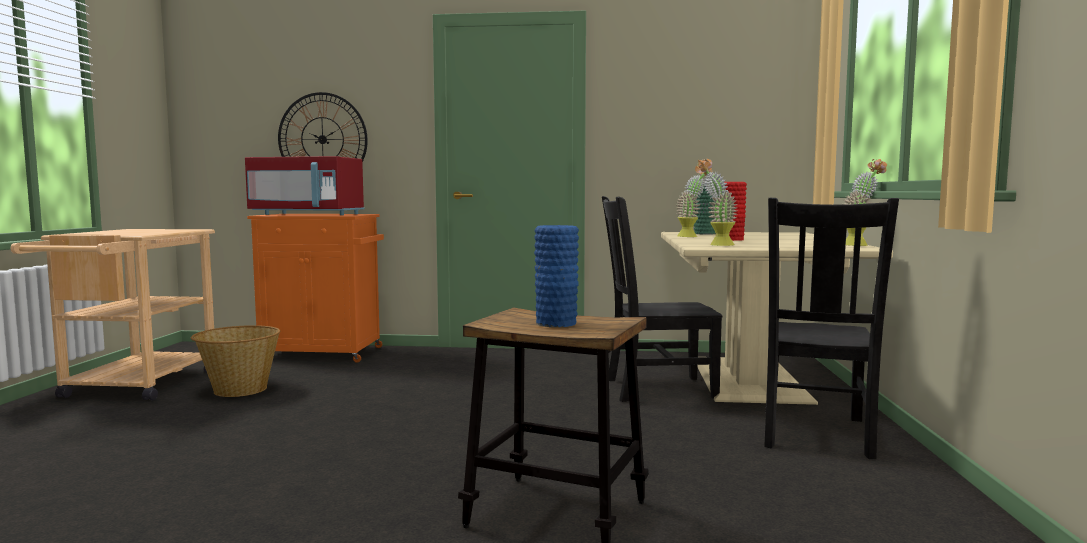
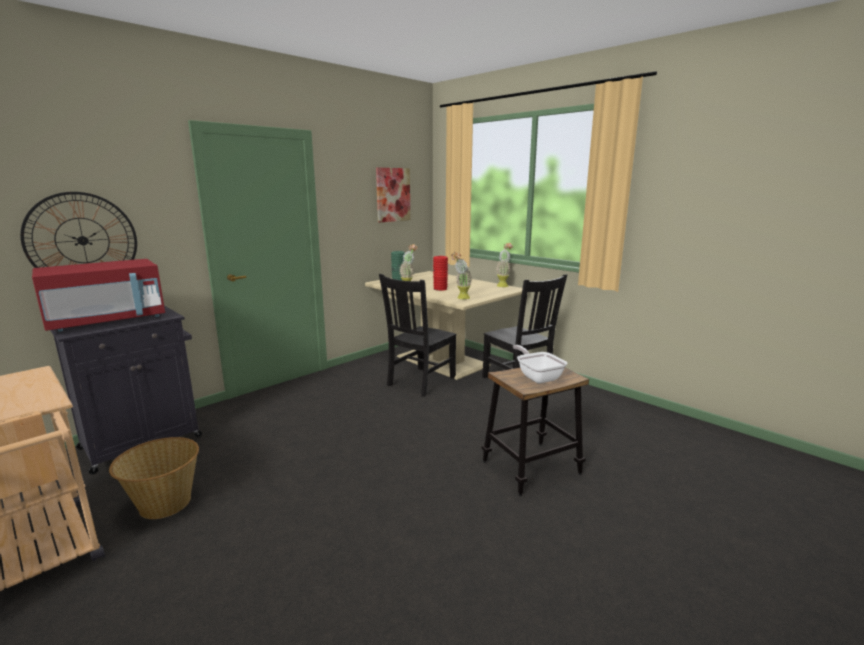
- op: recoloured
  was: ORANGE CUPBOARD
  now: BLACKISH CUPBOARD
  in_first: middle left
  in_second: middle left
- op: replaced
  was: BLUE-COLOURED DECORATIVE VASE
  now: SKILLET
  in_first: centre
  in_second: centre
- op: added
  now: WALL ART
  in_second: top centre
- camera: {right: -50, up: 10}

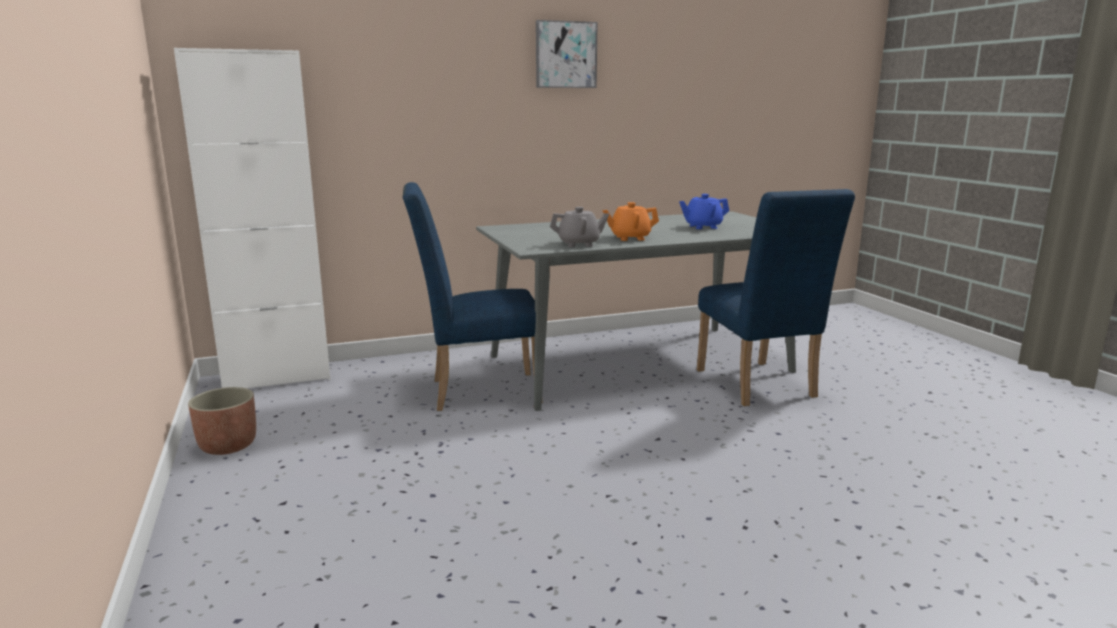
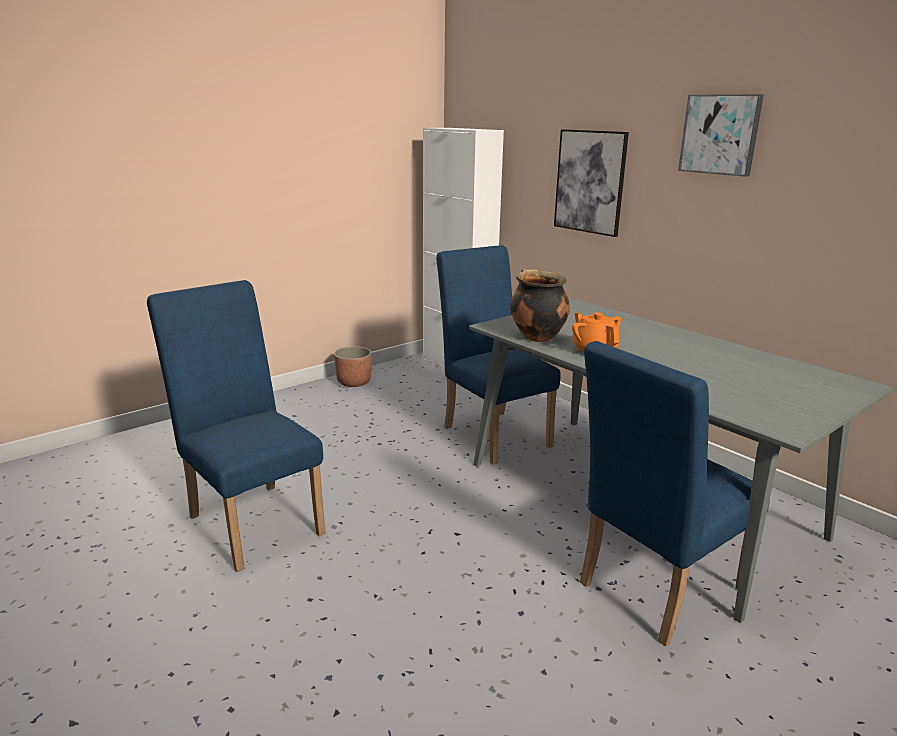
- op: removed
  was: BLUE-COLOURED TEAPOT
  in_first: centre
- op: replaced
  was: GREY TEAPOT
  now: STOCKPOT
  in_first: centre
  in_second: centre
- op: added
  now: WALL ART (1st from left)
  in_second: top centre
- op: added
  now: BLUE-COLOURED PLAIN CHAIR (1st from left)
  in_second: middle left
- camera: {right: 70, up: 5}

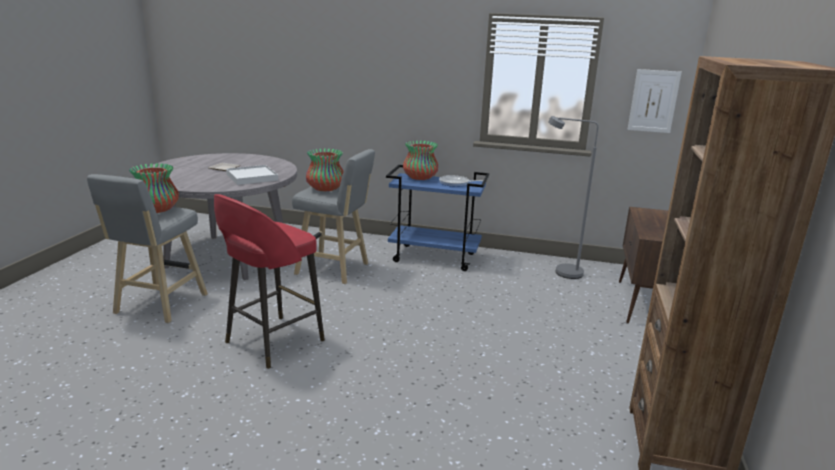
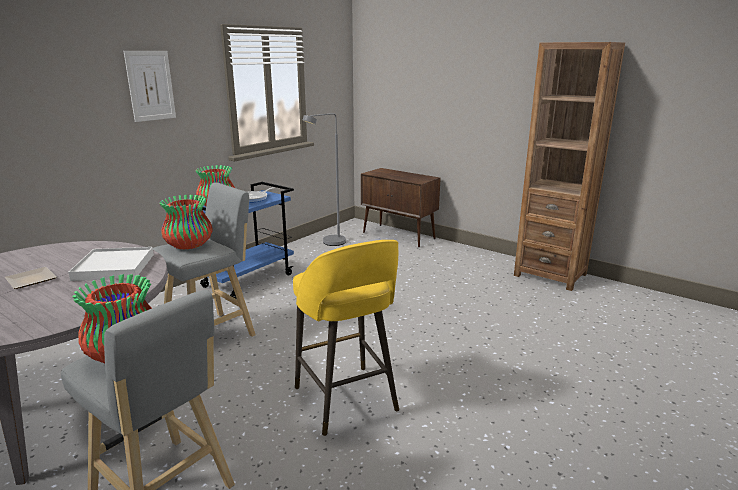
- op: moved
  was: WALL ART
  in_first: top right
  in_second: top left
- op: recoloured
  was: RED STOOL SEAT
  now: YELLOW-COLOURED STOOL SEAT
  in_first: middle left
  in_second: bottom centre
- camera: {right: -65, up: 0}

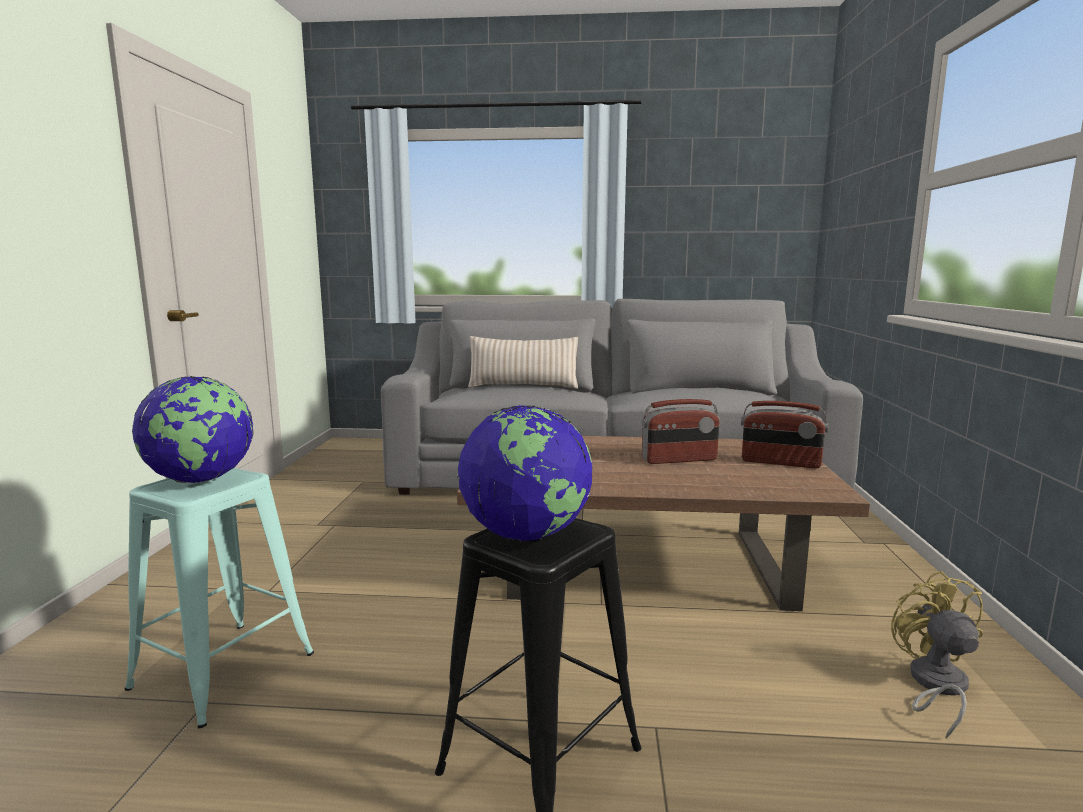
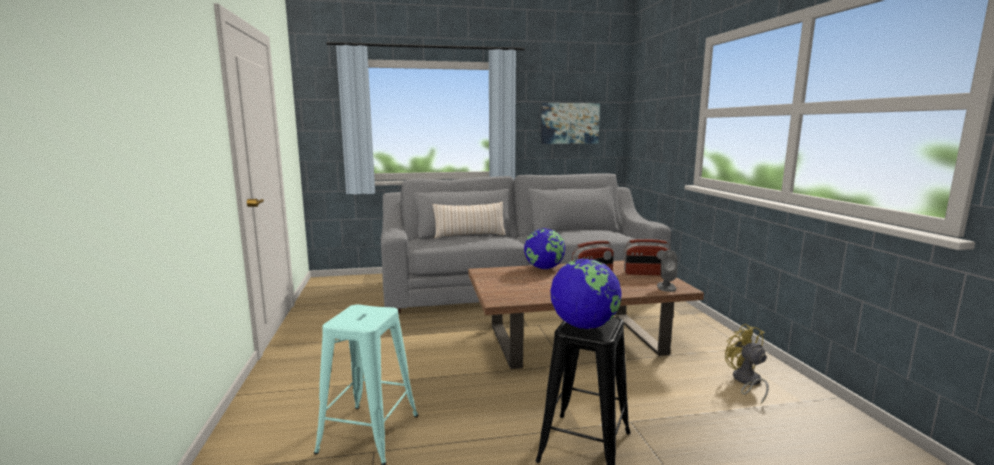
- op: moved
  was: WORLD GLOBE (1st from left)
  in_first: middle left
  in_second: centre
- op: added
  now: WALL ART
  in_second: top centre
- op: added
  now: GREY AUDIO SPEAKER
  in_second: middle right
- camera: {right: -15, up: 0}

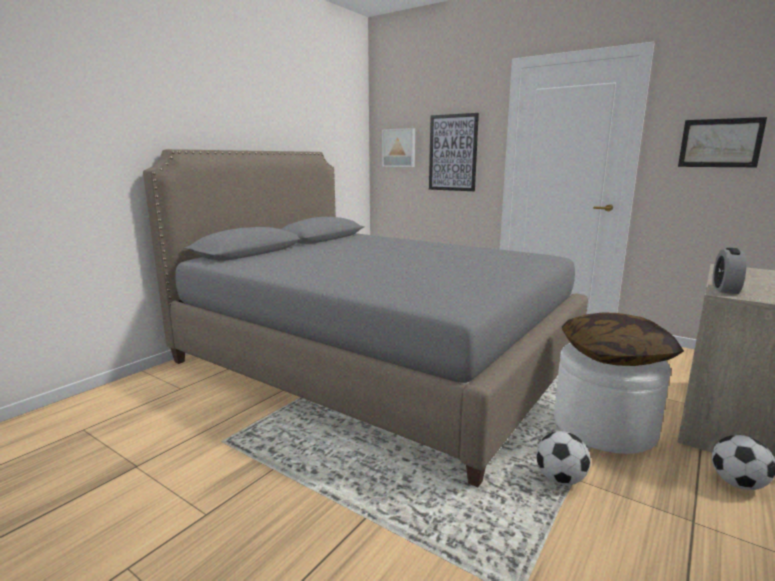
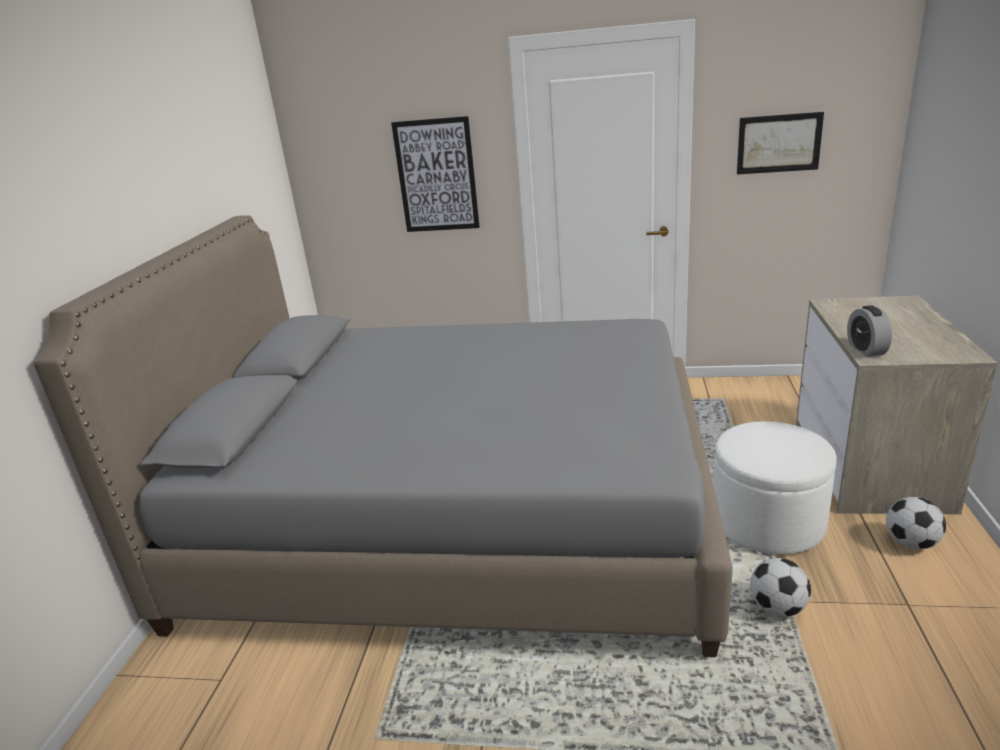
- op: removed
  was: WALL ART (1st from left)
  in_first: top centre
- op: removed
  was: PILLOW
  in_first: middle right
- camera: {right: -25, up: 10}

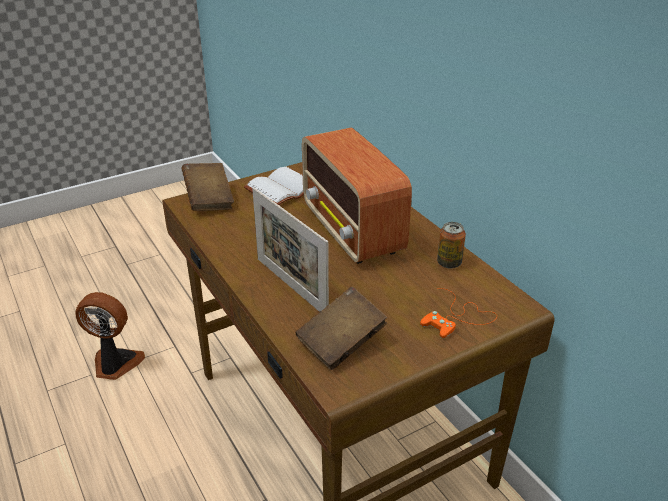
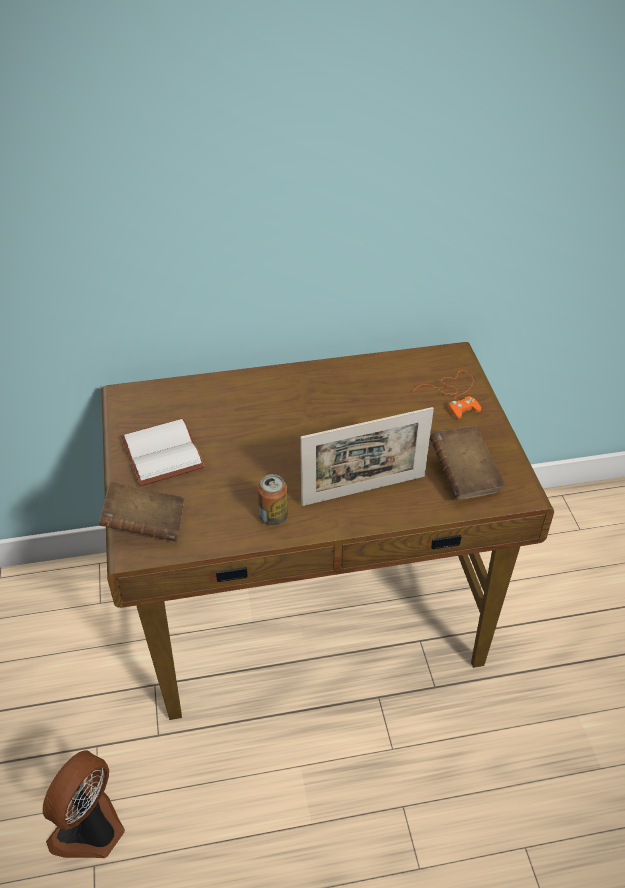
- op: removed
  was: RADIO
  in_first: centre
- op: moved
  was: METAL CAN
  in_first: middle right
  in_second: centre
- camera: {right: -70, up: 10}

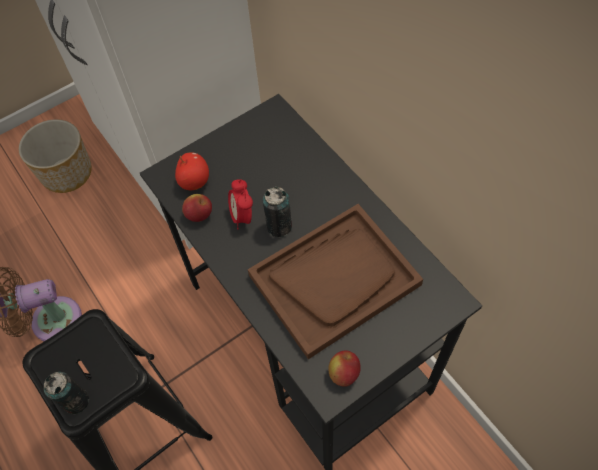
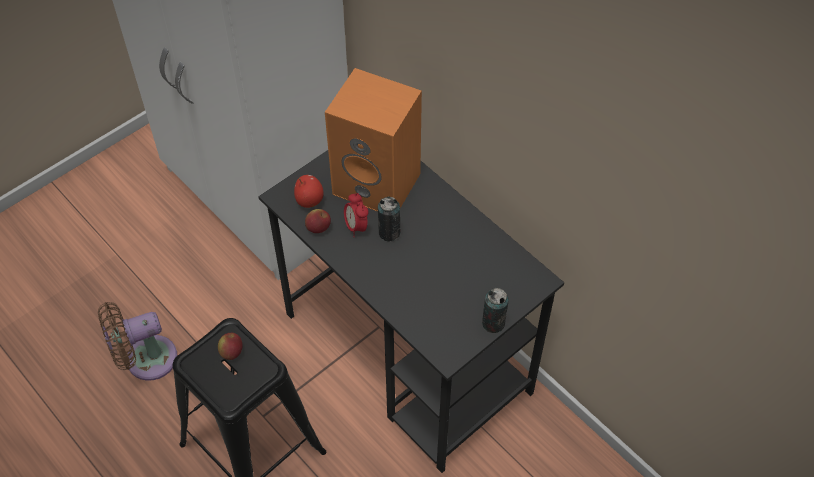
- op: removed
  was: FLOWER POT
  in_first: top left
- op: removed
  was: BROWN TRAY
  in_first: centre
- op: moved
  was: APPLE FRUIT (3rd from left in the first image)
  now: APPLE FRUIT (1st from left)
  in_first: bottom centre
  in_second: bottom left
- op: moved
  was: METAL CAN (1st from left in the first image)
  now: METAL CAN (2nd from left)
  in_first: bottom left
  in_second: centre
- op: added
  now: ORANGE AUDIO SPEAKER
  in_second: top centre
- camera: {right: -10, up: -5}

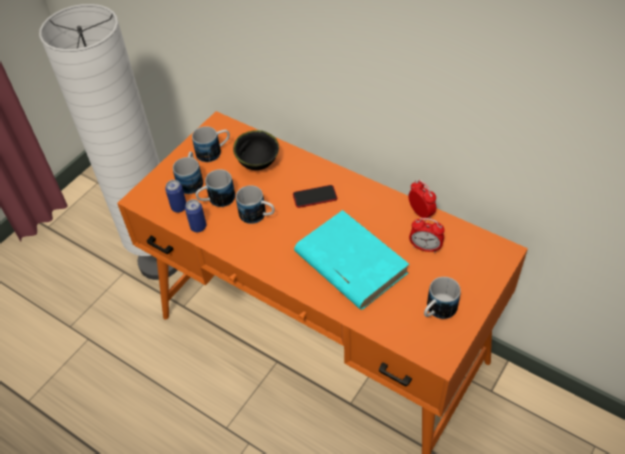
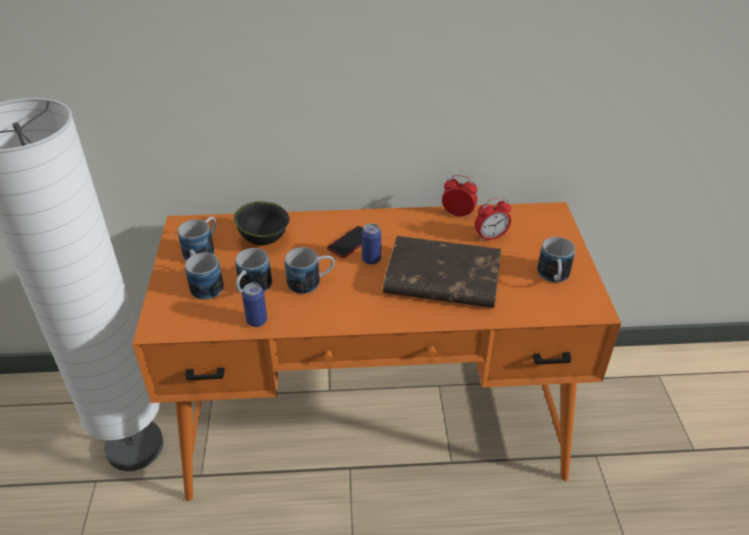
- op: moved
  was: METAL CAN (1st from left in the first image)
  now: METAL CAN (2nd from left)
  in_first: middle left
  in_second: centre
- op: recoloured
  was: BLUE-GREEN BOOK
  now: BROWN BOOK
  in_first: centre
  in_second: centre
- camera: {right: -40, up: -10}

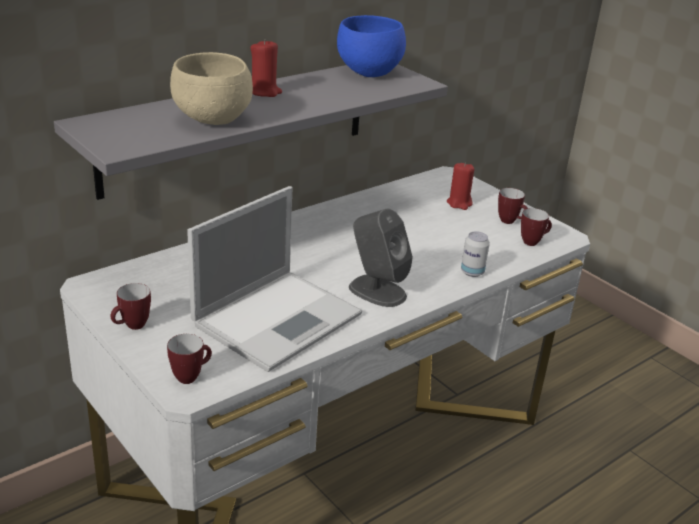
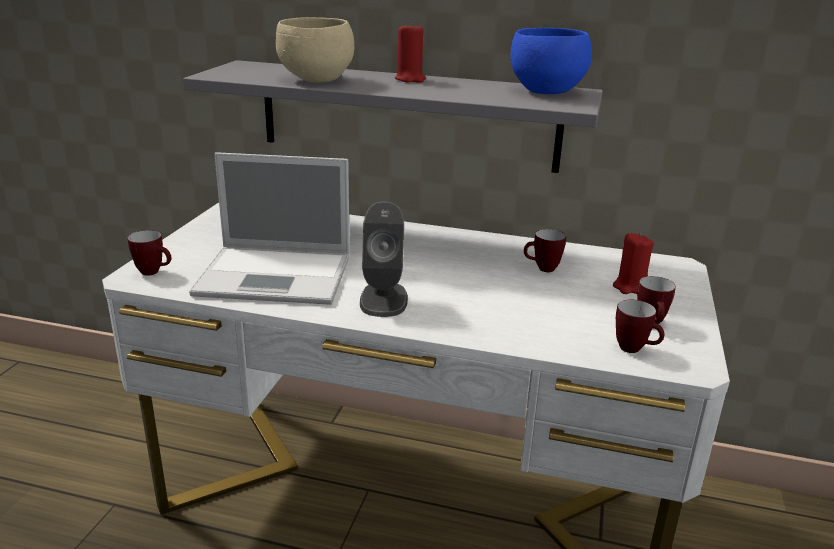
- op: removed
  was: METAL CAN
  in_first: middle right
- op: moved
  was: TEA MUG (1st from left in the first image)
  now: TEA MUG (2nd from left)
  in_first: middle left
  in_second: centre
- camera: {right: 55, up: -5}

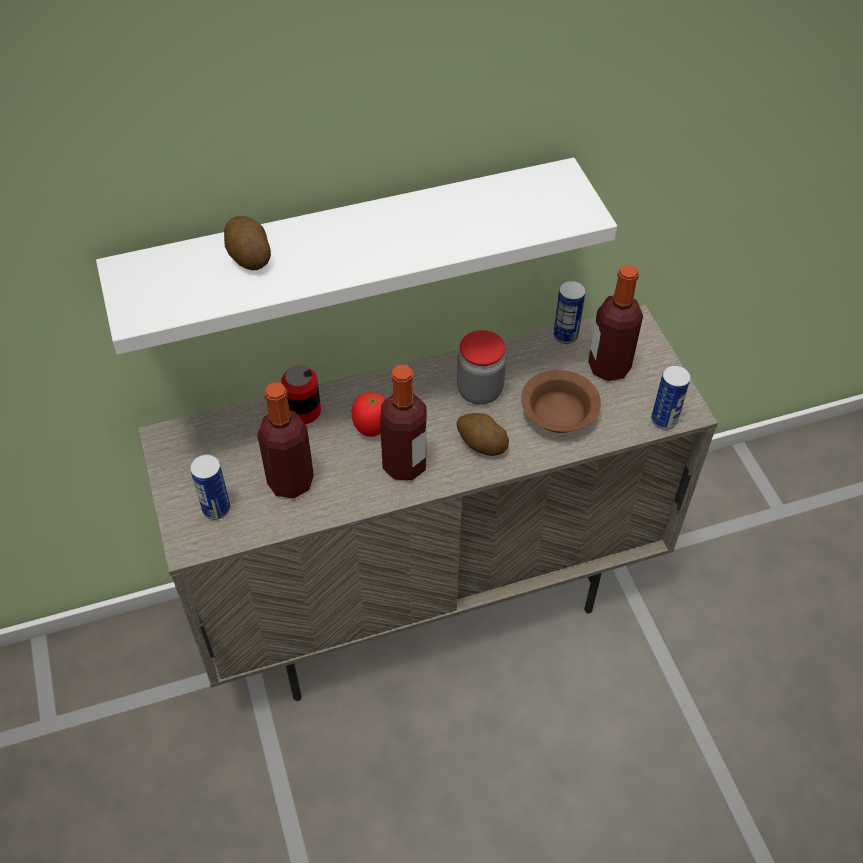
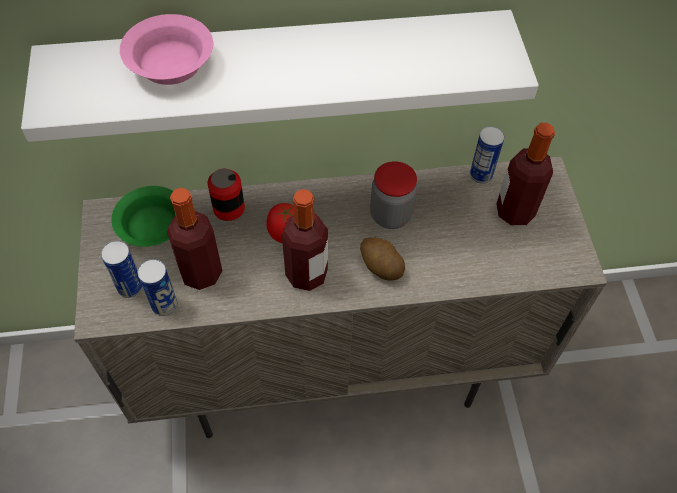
- op: replaced
  was: POTATO (1st from left)
  now: PINK-COLOURED BOWL
  in_first: top left
  in_second: top left
- op: moved
  was: METAL CAN (4th from left in the first image)
  now: METAL CAN (2nd from left)
  in_first: middle right
  in_second: middle left
- op: removed
  was: BROWN BOWL
  in_first: centre
- op: added
  now: GREEN-COLOURED BOWL
  in_second: middle left
- camera: {right: 10, up: 5}

